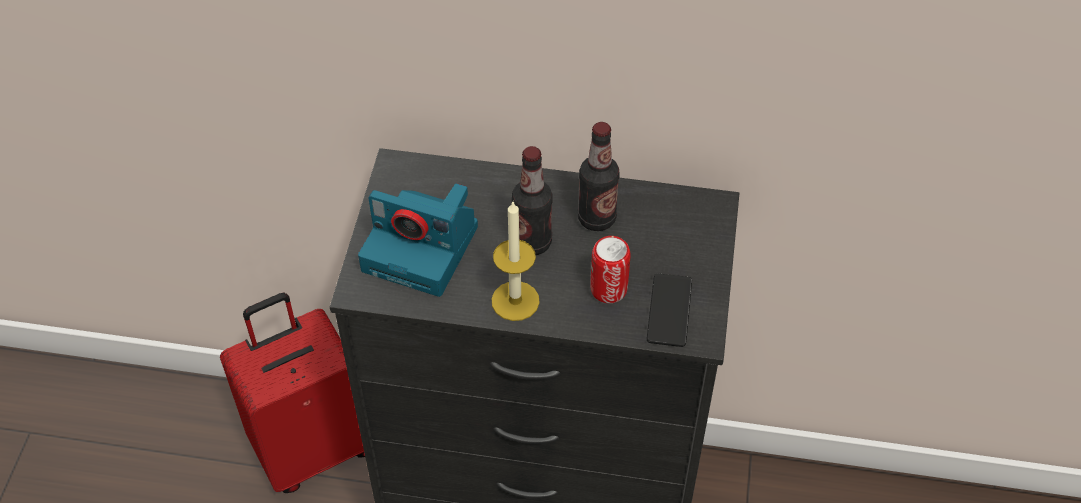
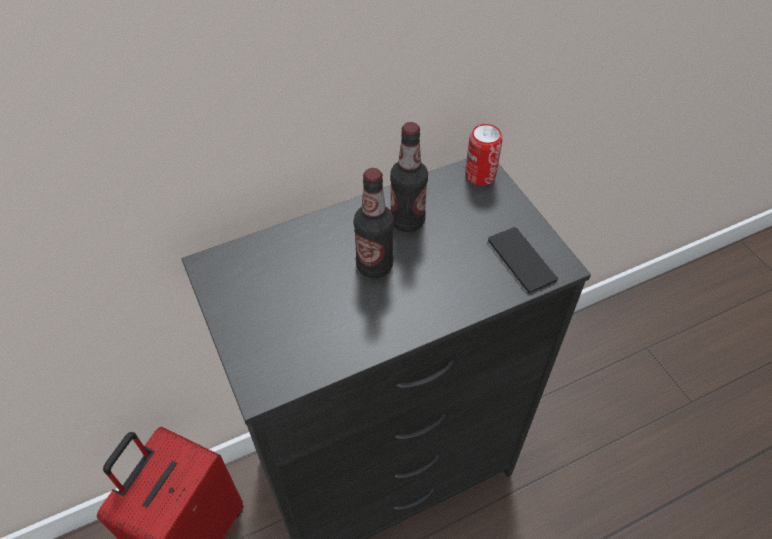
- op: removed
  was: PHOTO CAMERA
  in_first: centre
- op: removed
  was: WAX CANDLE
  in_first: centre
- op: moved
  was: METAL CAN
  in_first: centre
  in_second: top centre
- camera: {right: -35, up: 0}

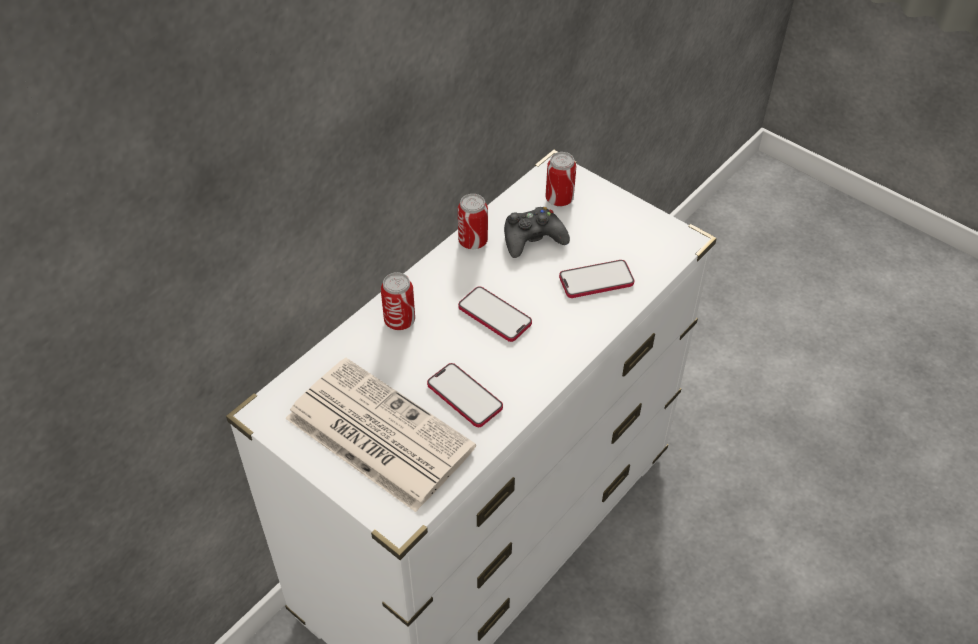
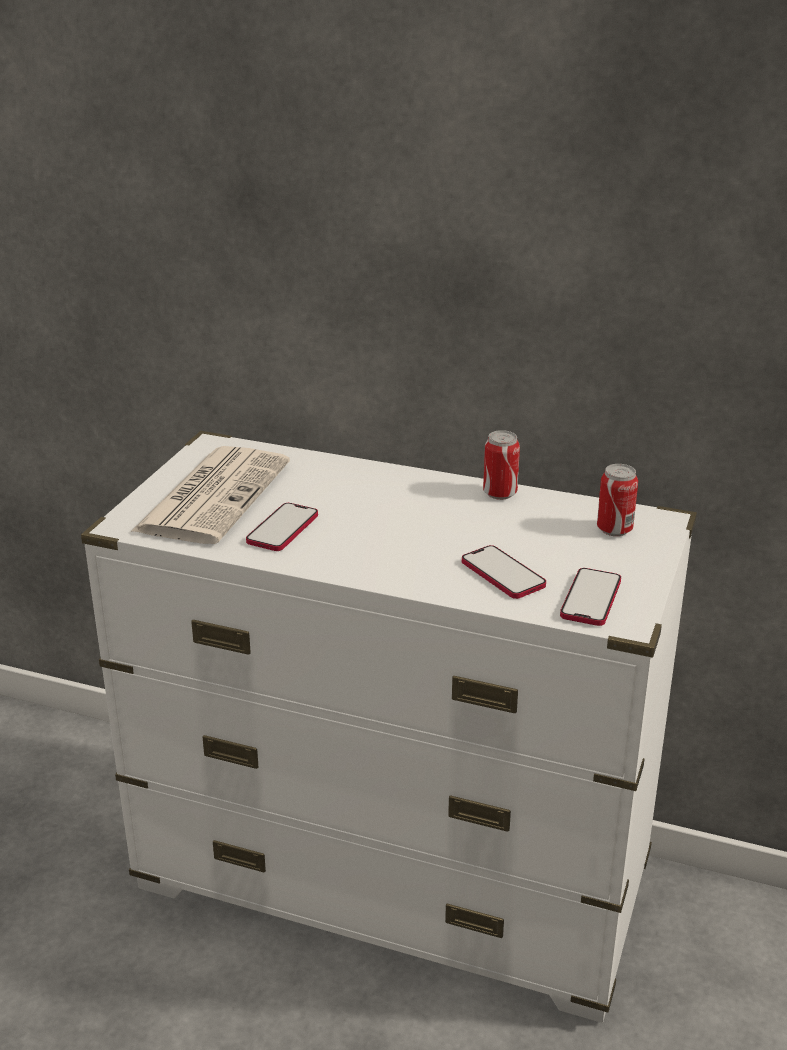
- op: removed
  was: BLACKISH JOYPAD
  in_first: centre
- op: removed
  was: METAL CAN (1st from left)
  in_first: centre
- op: moved
  was: HANDSET (2nd from left in the first image)
  now: HANDSET (3rd from left)
  in_first: centre
  in_second: middle right
- camera: {right: 70, up: -20}

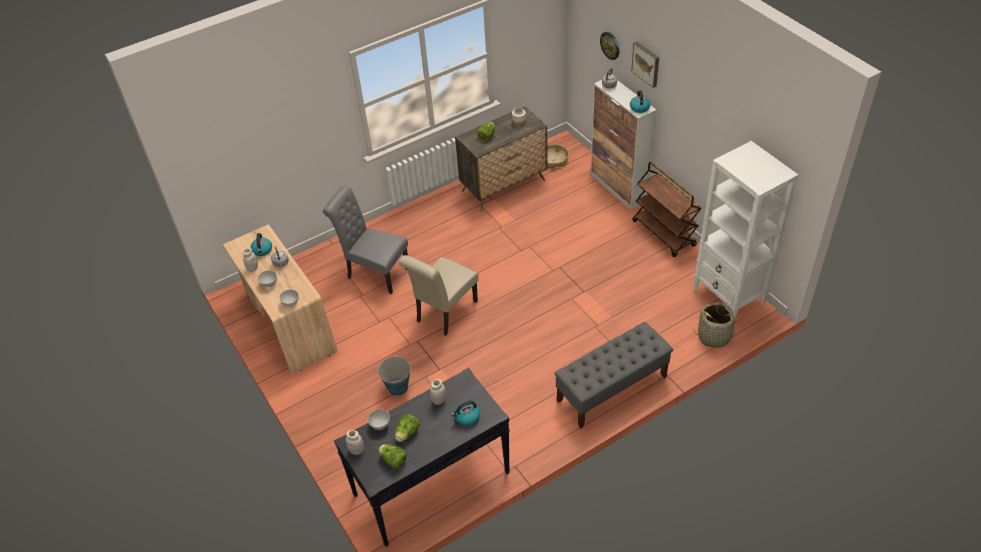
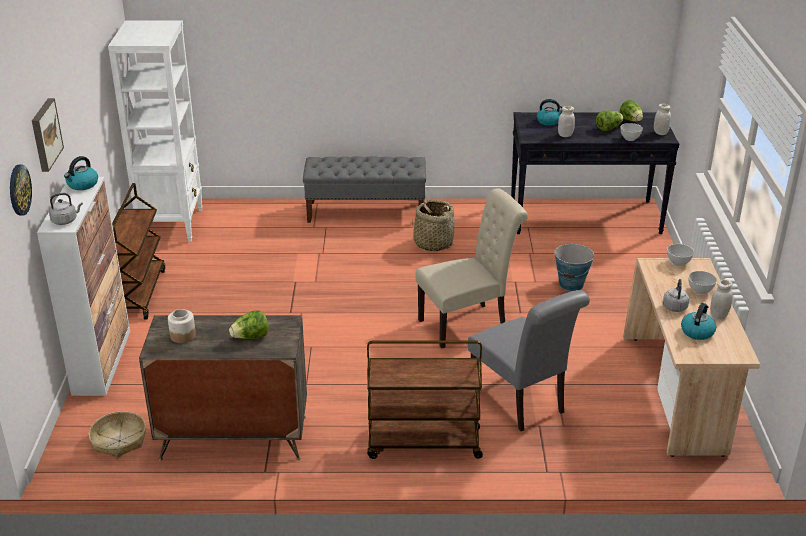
- op: moved
  was: HOUSEHOLD BASKET (2nd from left)
  in_first: middle right
  in_second: centre
- op: added
  now: BROWN TROLLEY (2nd from left)
  in_second: bottom centre
- camera: {right: -150, up: -15}

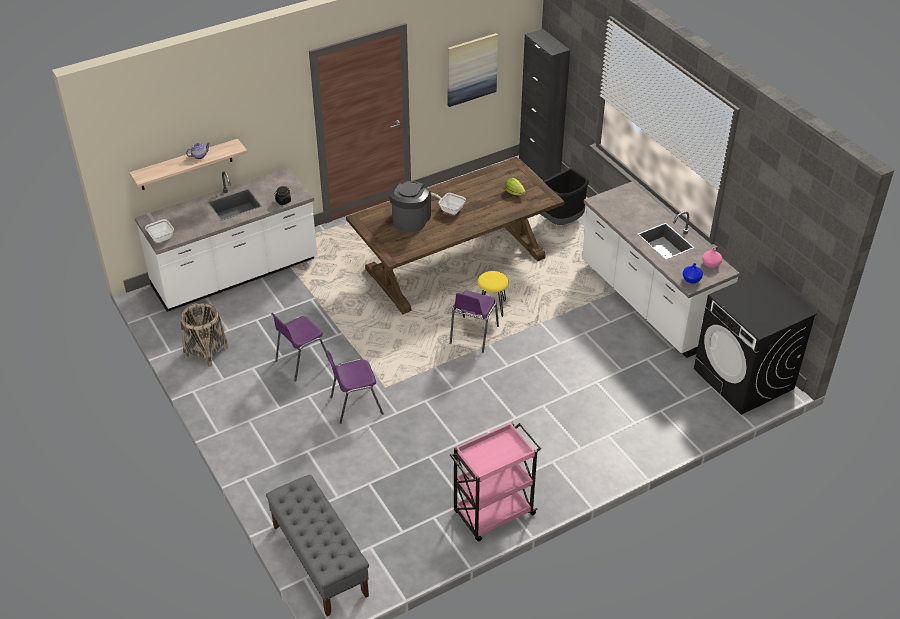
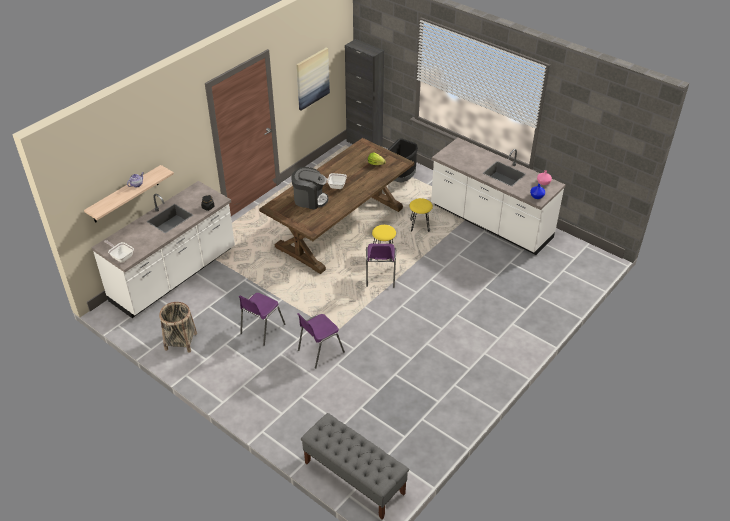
- op: turned
  was: COFFEE BREWER
  in_first: top centre
  in_second: centre
  clockwise: 105
- op: removed
  was: BLACKISH LAUNDRY MACHINE
  in_first: middle right
- op: removed
  was: PINK-COLOURED TROLLEY
  in_first: bottom centre
- op: added
  now: YELLOW-COLOURED STOOL SEAT (2nd from left)
  in_second: centre
- camera: {right: -20, up: 0}

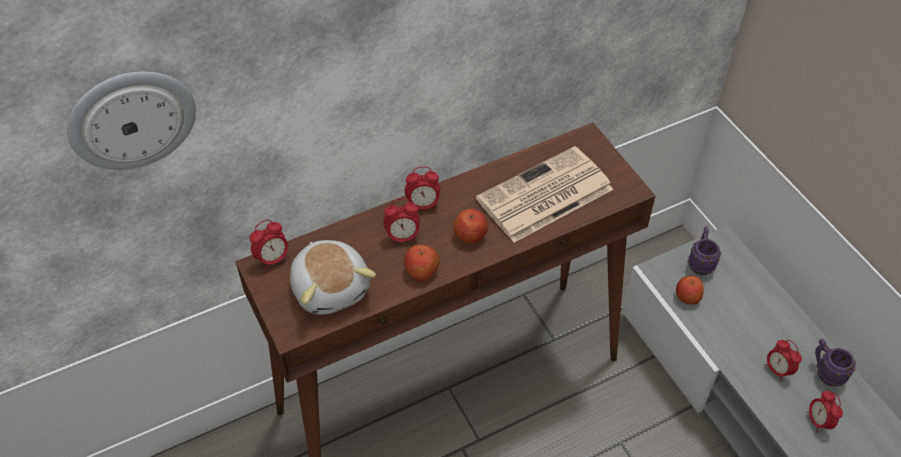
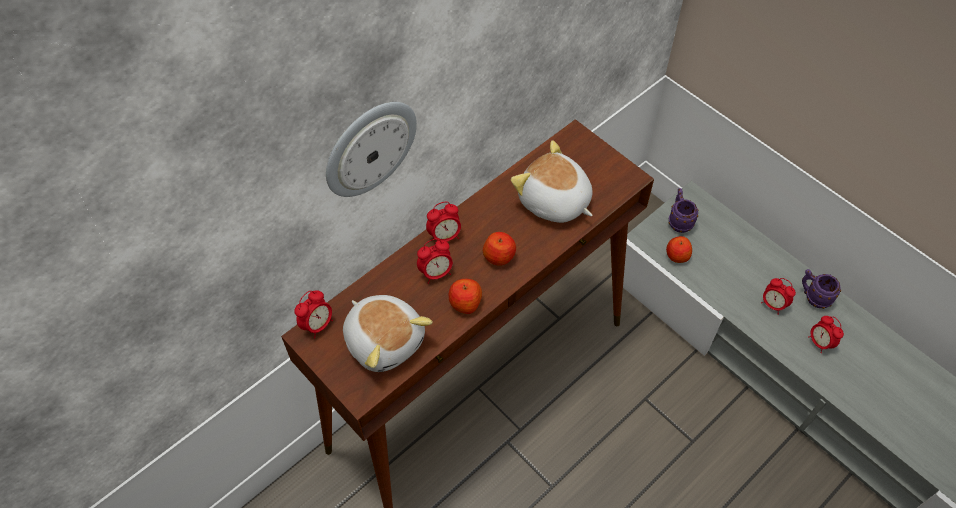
- op: moved
  was: CLOCK ON THE WALL
  in_first: top left
  in_second: top centre
- op: replaced
  was: DAILY PAPER
  now: PLUSH TOY (2nd from left)
  in_first: centre
  in_second: centre
- camera: {right: -15, up: 5}

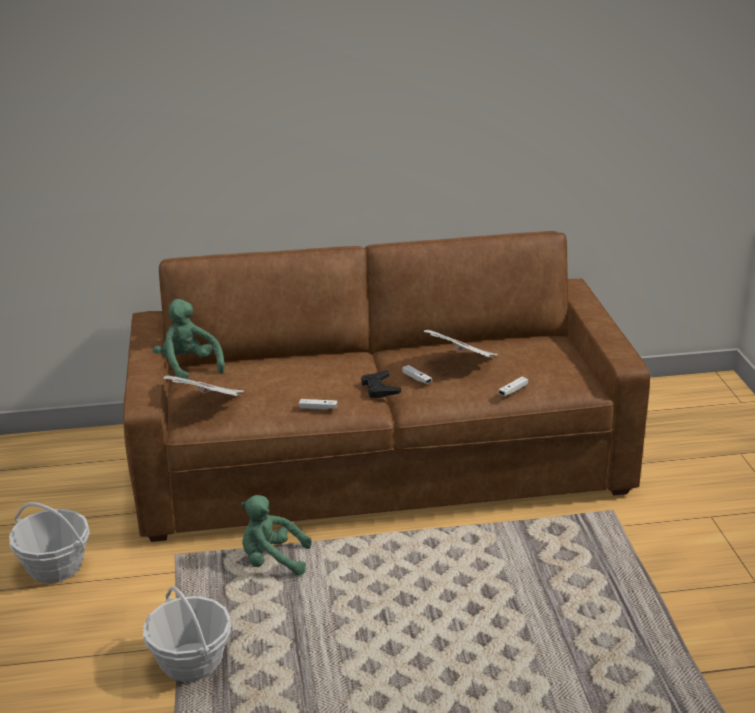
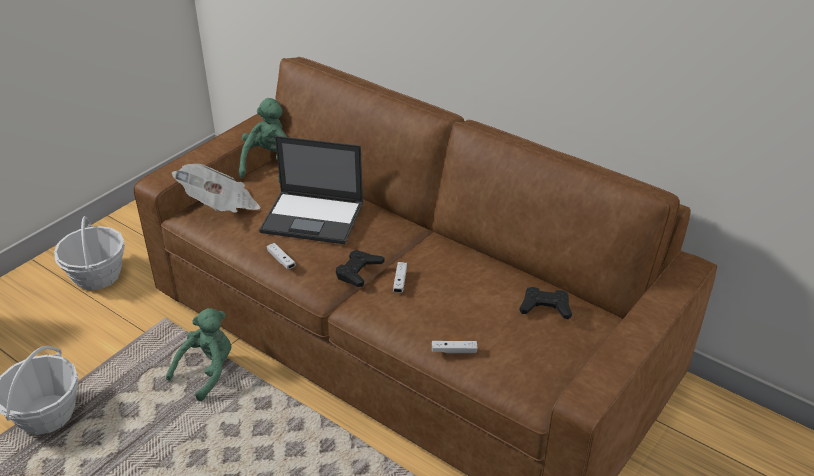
- op: removed
  was: DAILY PAPER (2nd from left)
  in_first: centre
- op: turned
  was: GREEN-COLOURED PLUSH TOY (2nd from left in the first image)
  in_first: bottom centre
  in_second: bottom left
  clockwise: 75
- op: added
  now: LAPTOP
  in_second: centre
- op: added
  now: BLACKISH JOYPAD (2nd from left)
  in_second: middle right
- camera: {right: 45, up: 10}

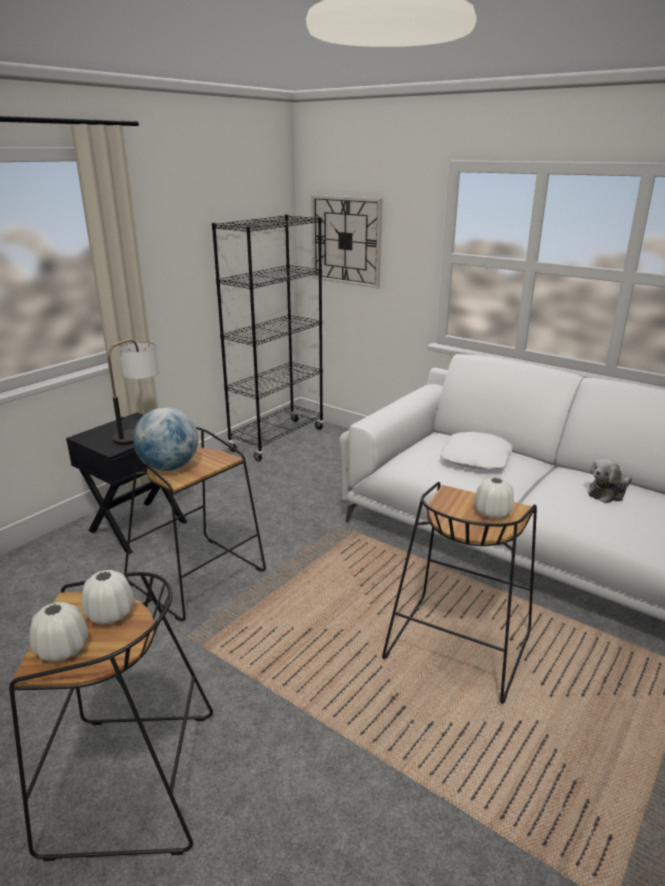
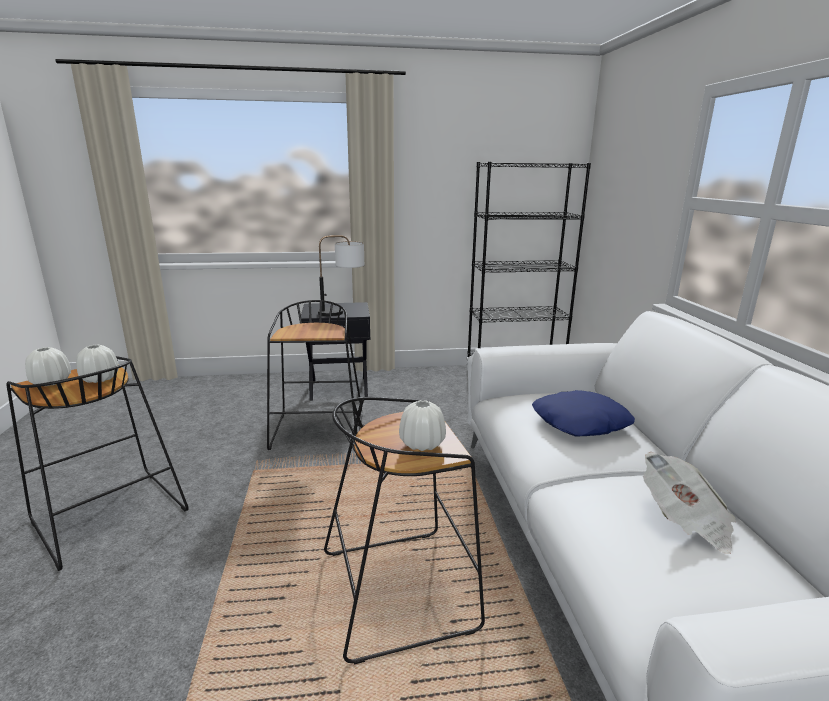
- op: removed
  was: CLOCK ON THE WALL
  in_first: top centre
- op: removed
  was: WORLD GLOBE
  in_first: middle left
- op: recoloured
  was: WHITISH PILLOW
  now: BLUE-COLOURED PILLOW
  in_first: middle right
  in_second: middle right
- op: replaced
  was: PLUSH TOY
  now: DAILY PAPER
  in_first: middle right
  in_second: bottom right
- camera: {right: 45, up: -5}

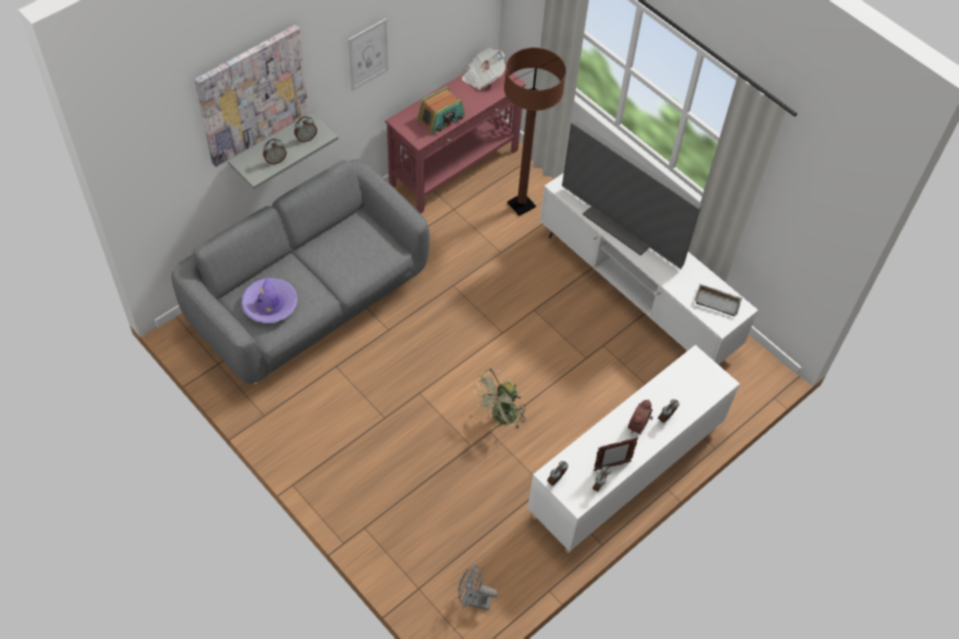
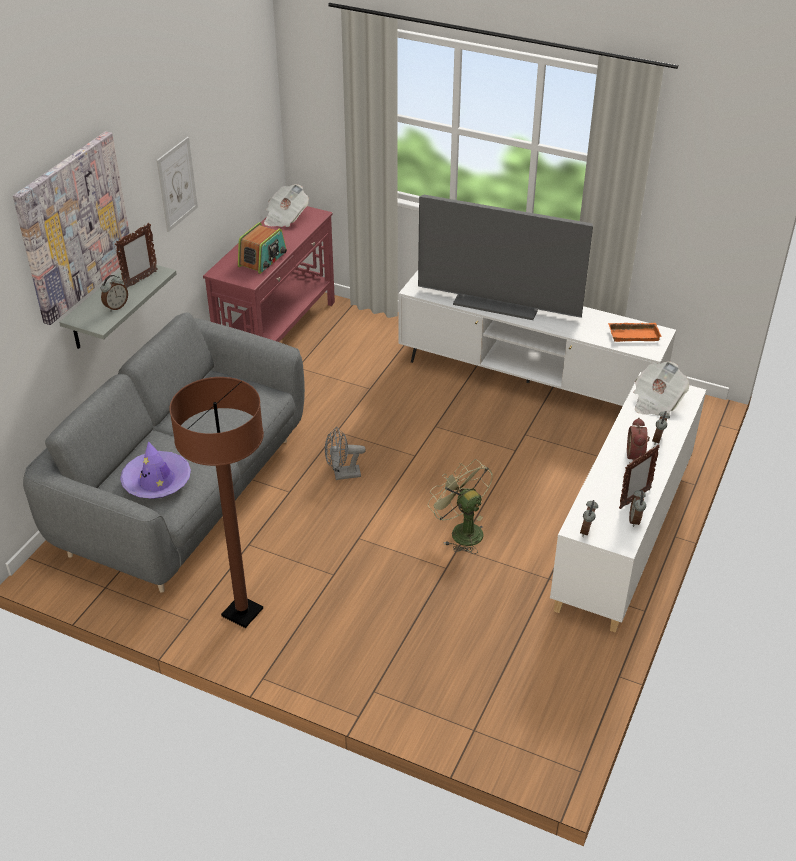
- op: moved
  was: BROWN FLOOR LAMP
  in_first: top centre
  in_second: middle left
- op: replaced
  was: ALARM CLOCK (2nd from left)
  now: PICTURE FRAME (1st from left)
  in_first: top left
  in_second: top left
- op: recoloured
  was: GREY TRAY
  now: ORANGE TRAY
  in_first: middle right
  in_second: middle right
- op: turned
  was: GREEN-COLOURED COOLING FAN
  in_first: centre
  in_second: centre
  clockwise: 120
- op: moved
  was: GREY COOLING FAN
  in_first: bottom centre
  in_second: centre
- op: added
  now: DAILY PAPER (2nd from left)
  in_second: middle right
- camera: {right: -20, up: -15}

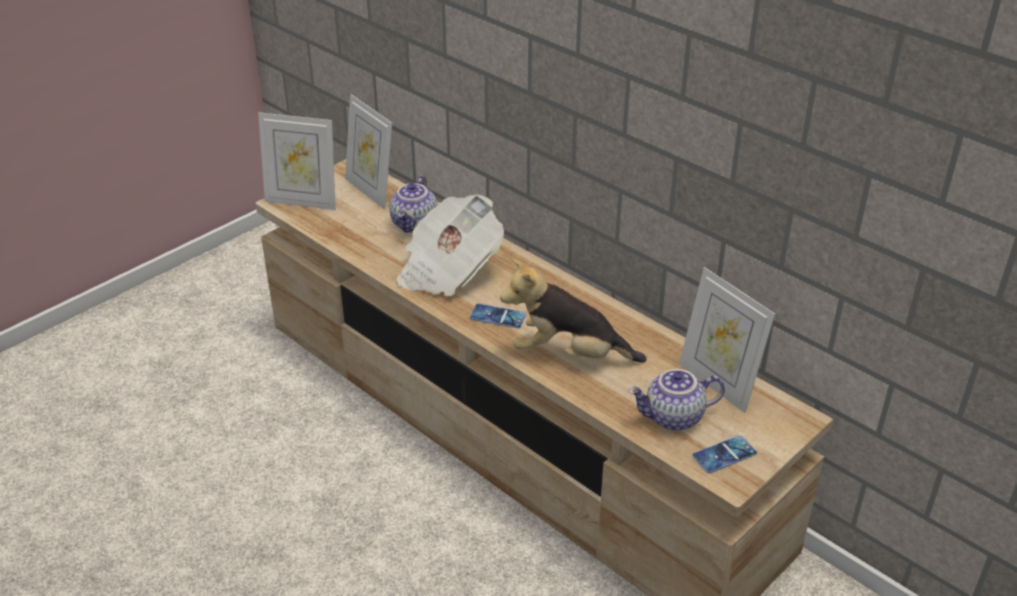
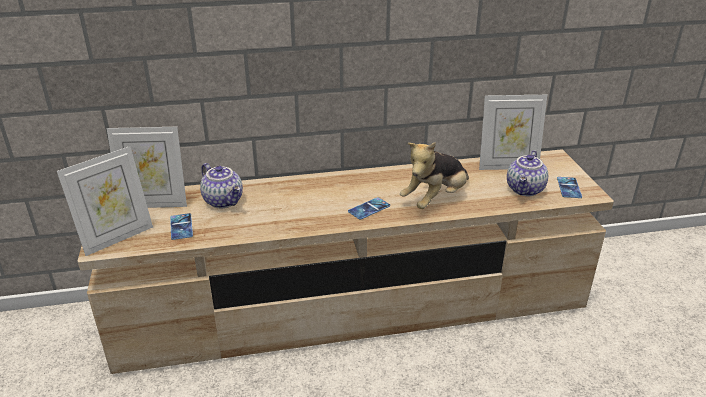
- op: removed
  was: DAILY PAPER
  in_first: centre
- op: added
  now: HANDSET (1st from left)
  in_second: middle left
- camera: {right: -55, up: -5}

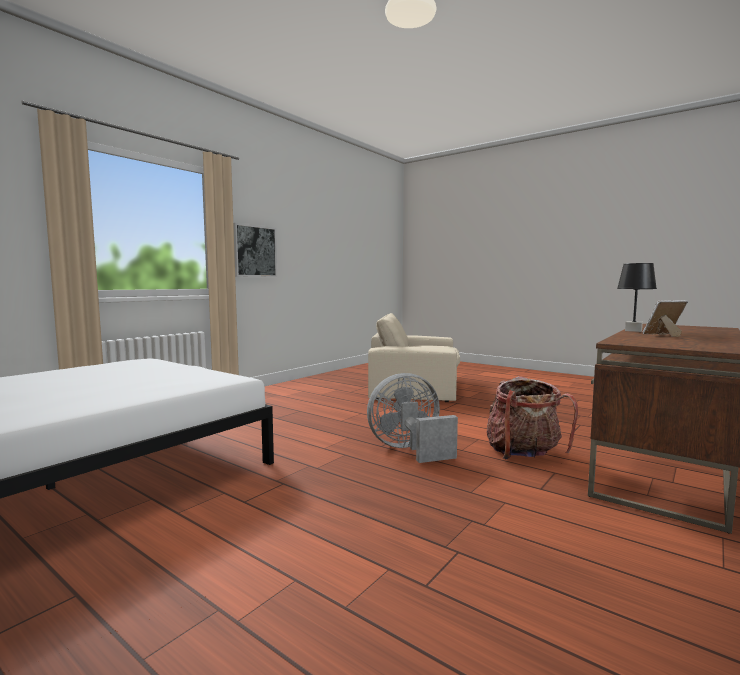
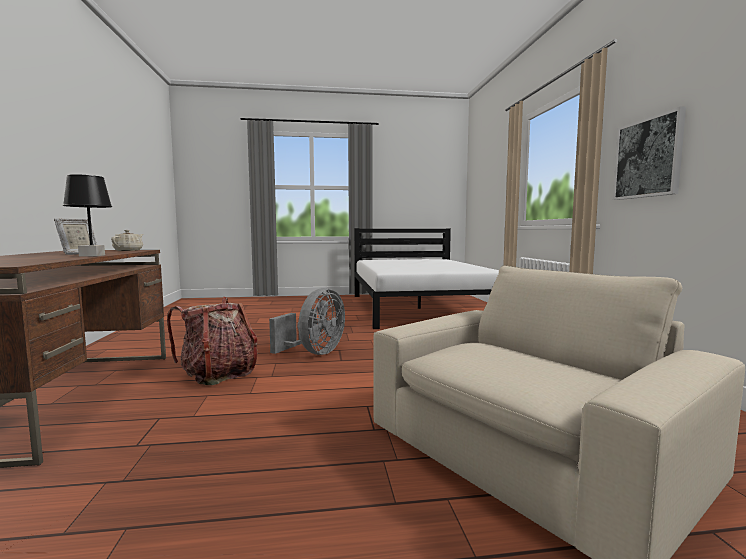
- op: added
  now: BEIGE TEAPOT
  in_second: middle left
- camera: {right: 135, up: 0}

